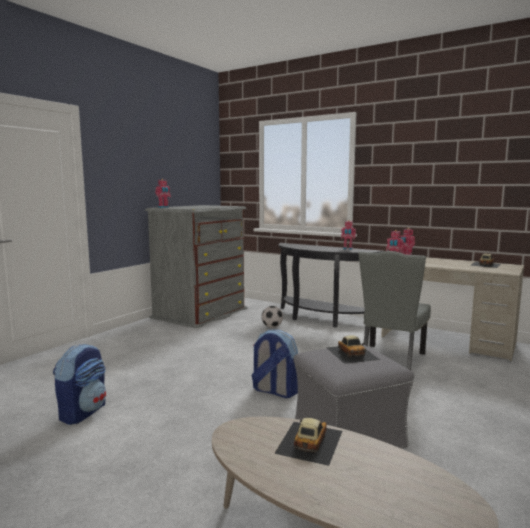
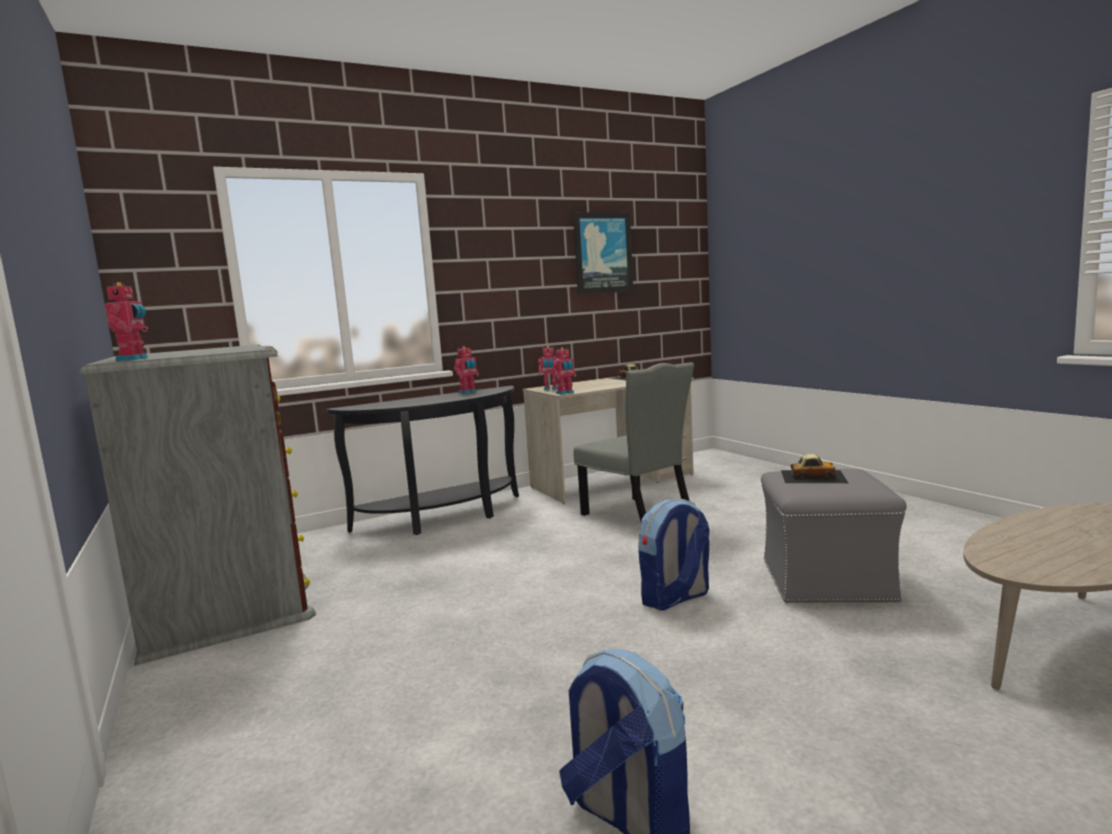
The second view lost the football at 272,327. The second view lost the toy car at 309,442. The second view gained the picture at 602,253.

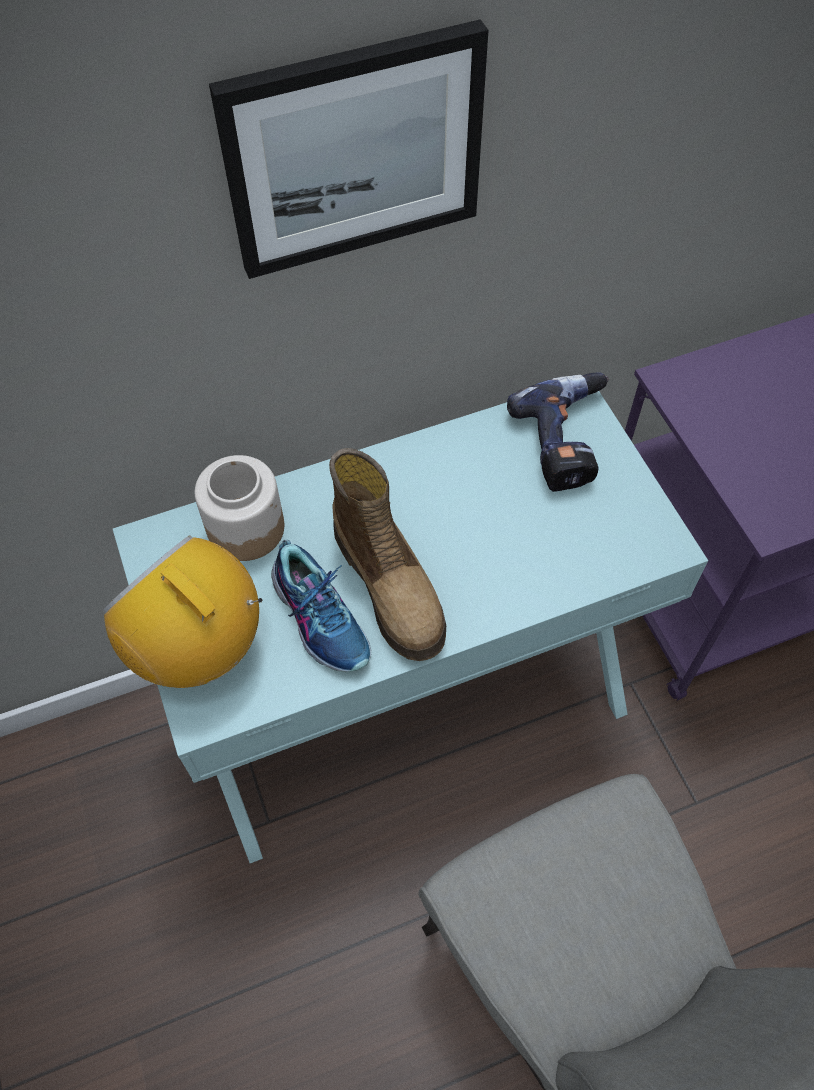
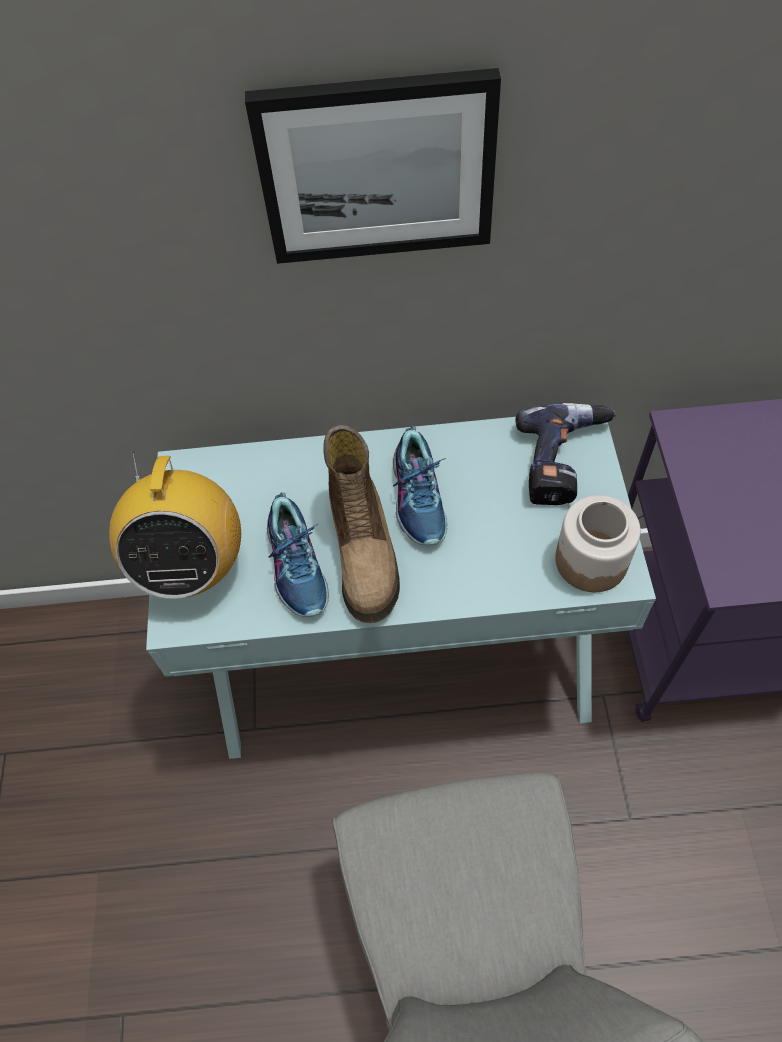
The radio at 199,647 ended up facing another way, 150 degrees counterclockwise from before. The jar ended up elsewhere, having gone from 246,527 to 591,560. The second view gained the shoe at 420,498.

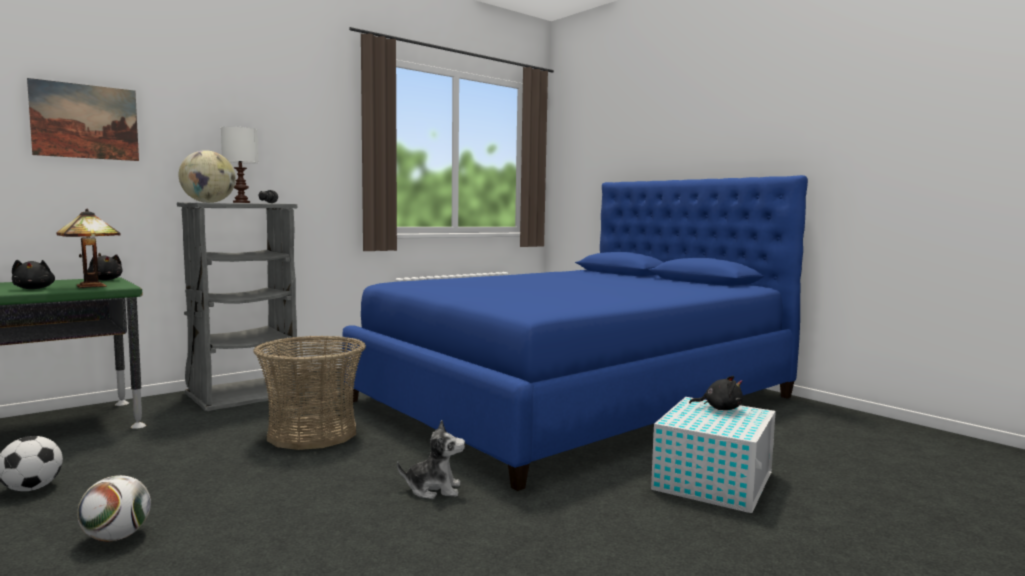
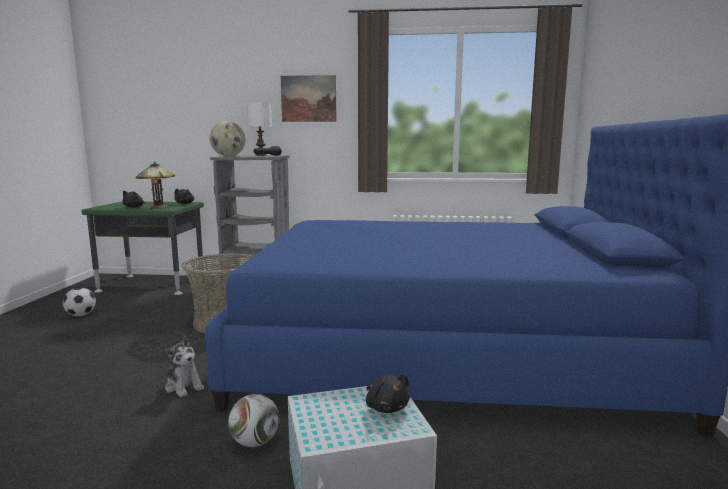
The picture ended up elsewhere, having gone from 85,121 to 308,98. The football ended up elsewhere, having gone from 116,537 to 255,442.

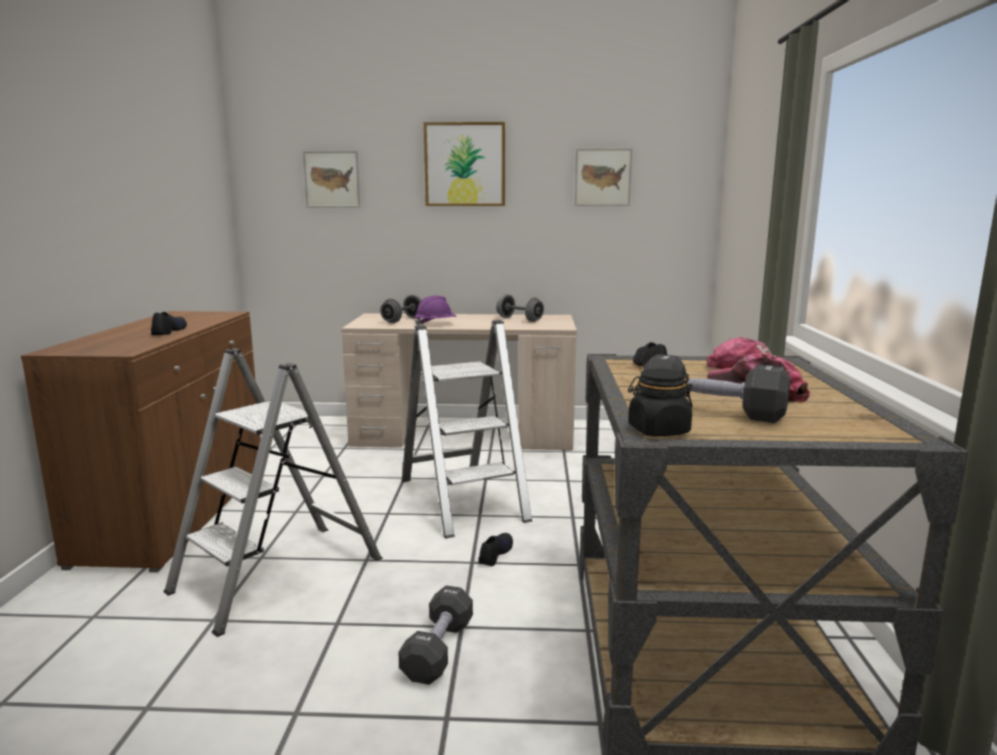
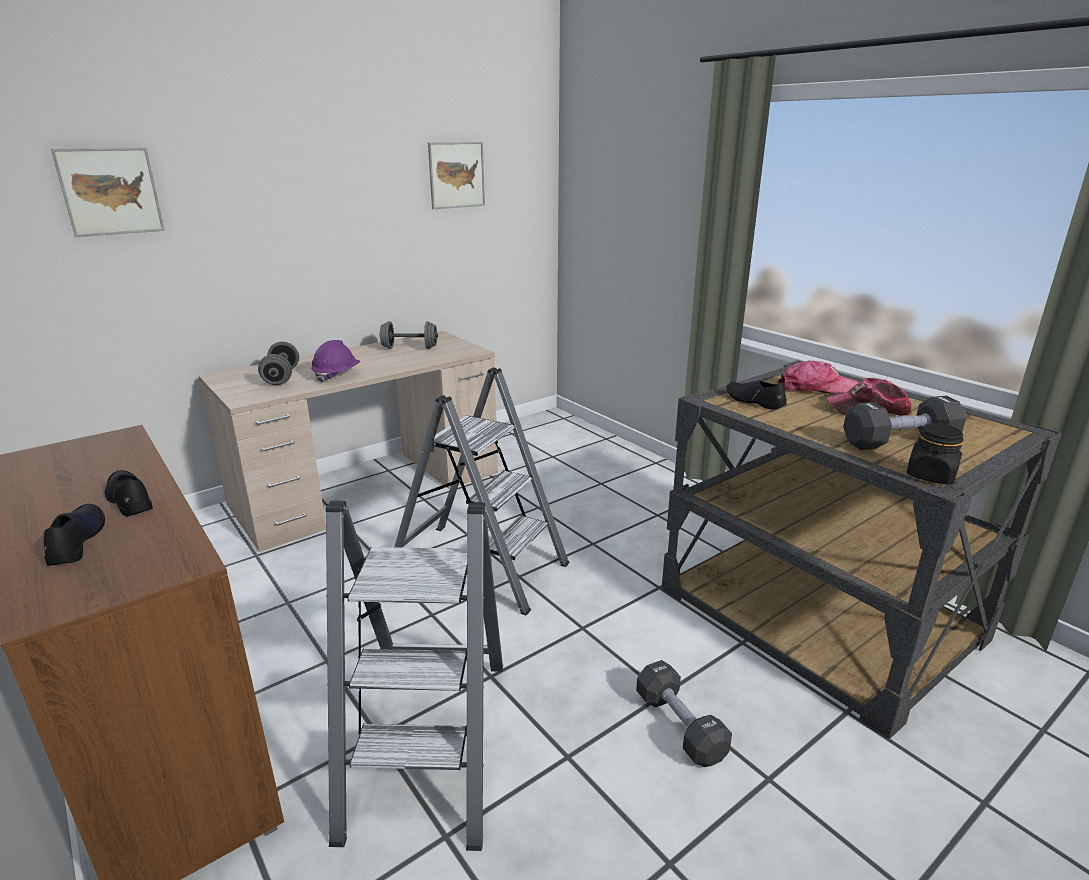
The second view lost the picture at 465,164. The black shoe ended up elsewhere, having gone from 495,553 to 76,541.

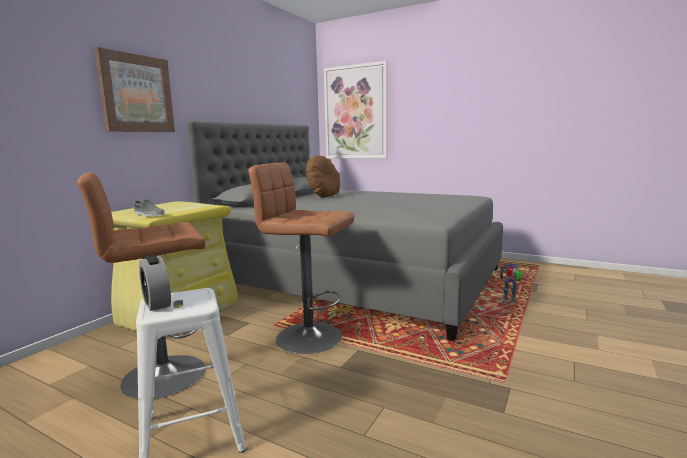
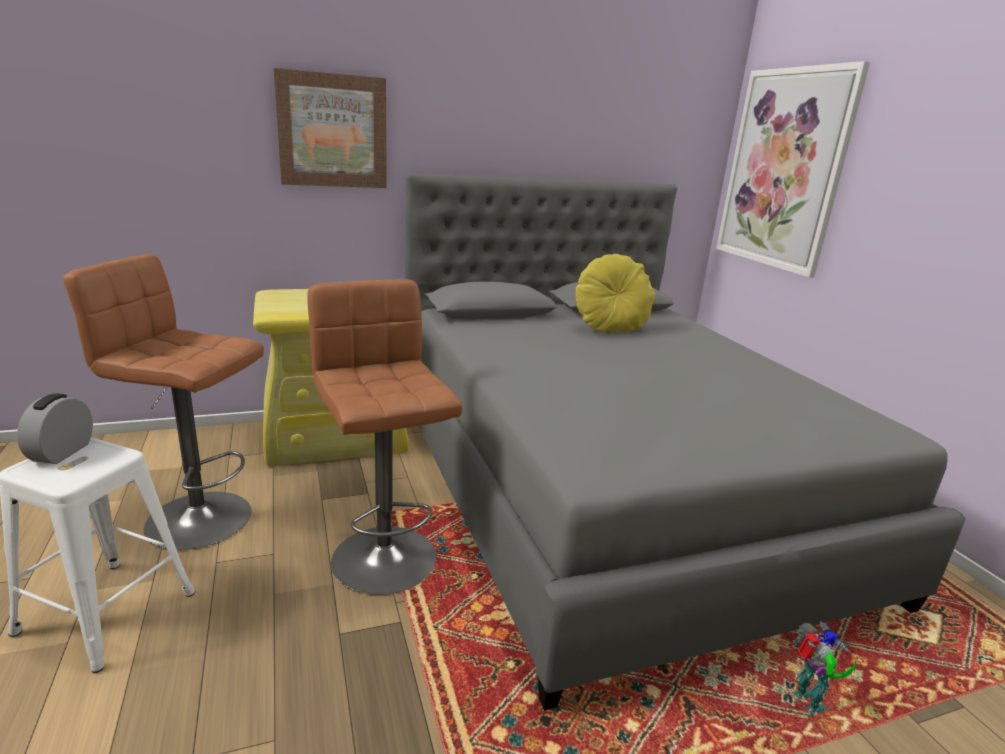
The second view lost the grey shoe at 149,214. What was the brown pillow at 323,196 turned into the yellow pillow at 610,329.

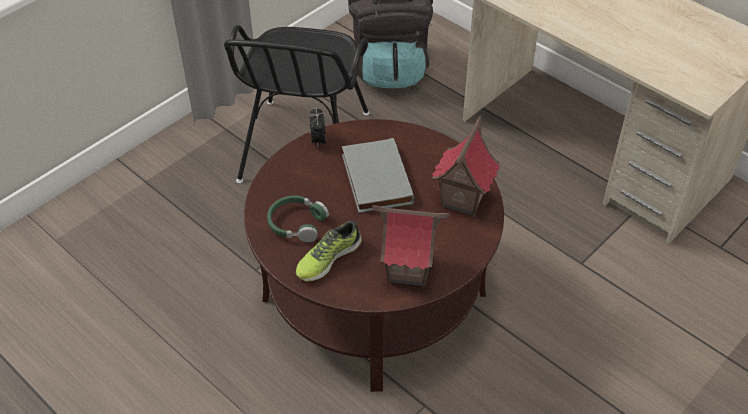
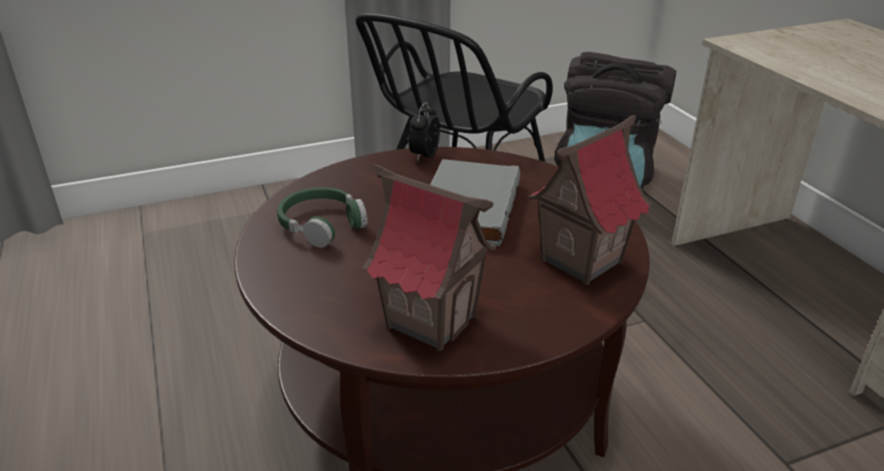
The second view lost the shoe at 327,258.

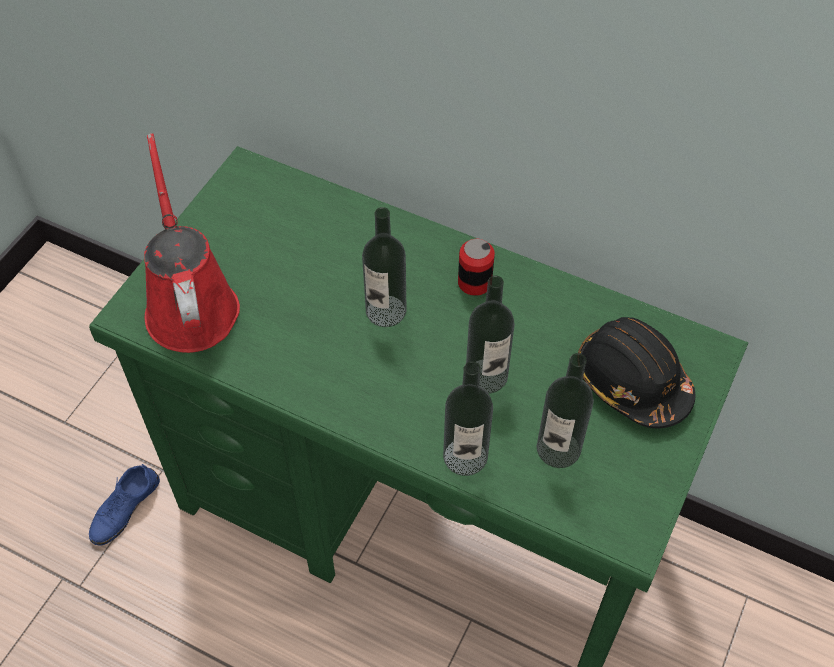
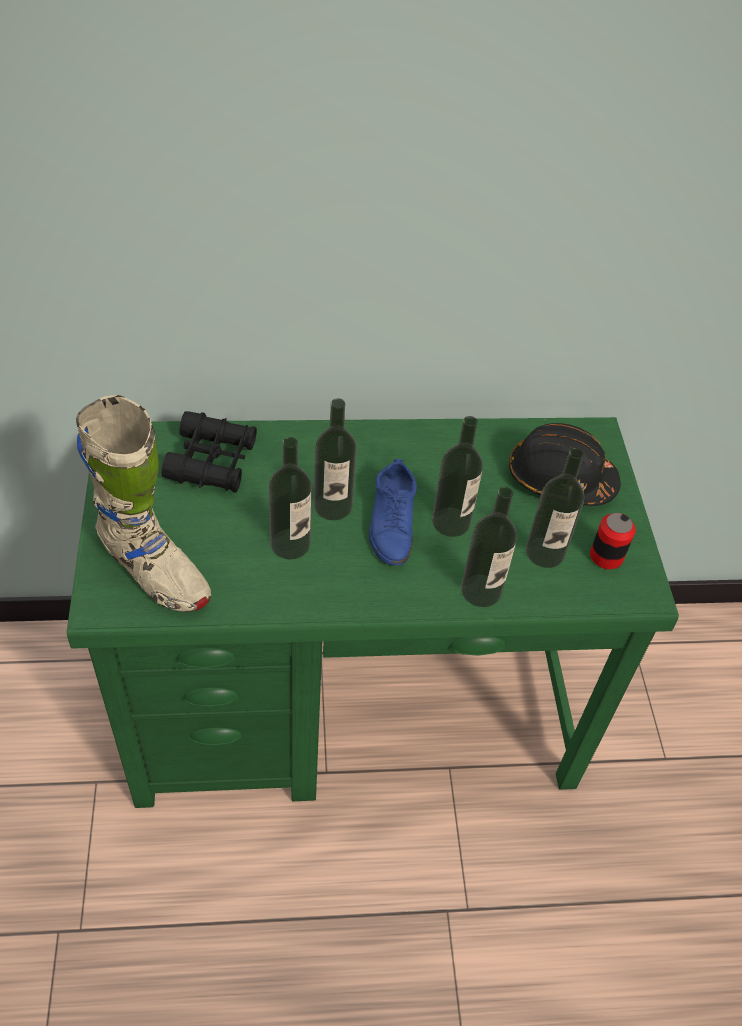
The blue shoe ended up elsewhere, having gone from 124,508 to 392,522. Where the red watering can stood at 190,304, the beige boot came to stand at 154,572. The can ended up elsewhere, having gone from 474,283 to 606,556. The second view gained the black binoculars at 212,461. The second view gained the bottle at 290,544.

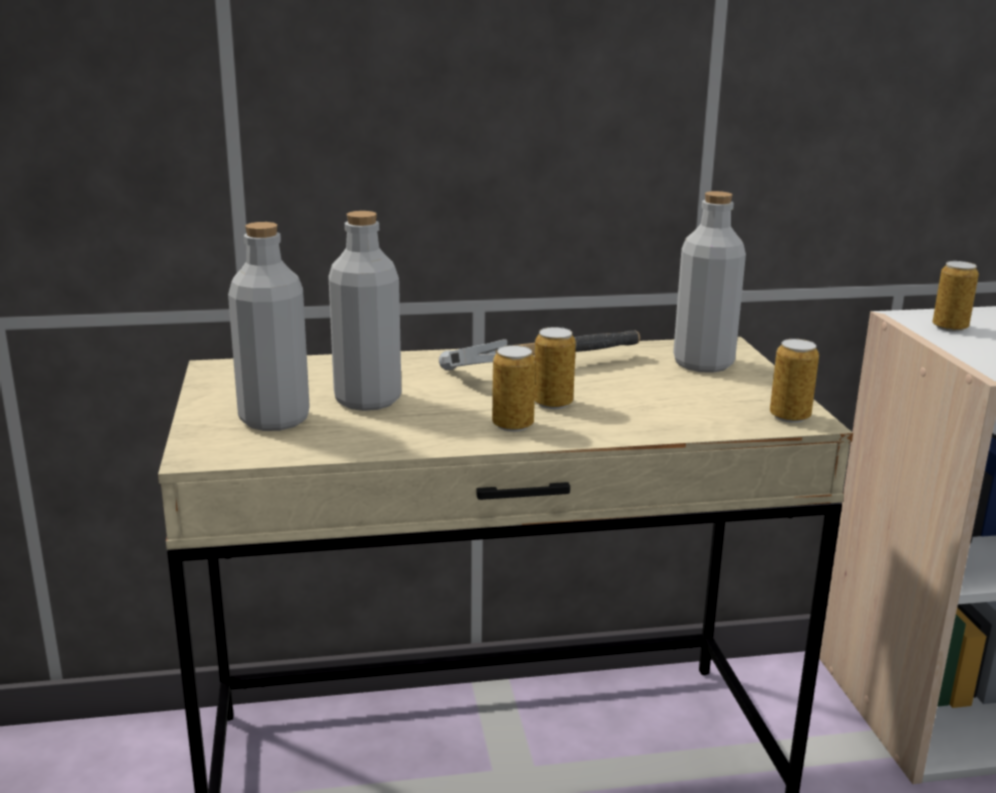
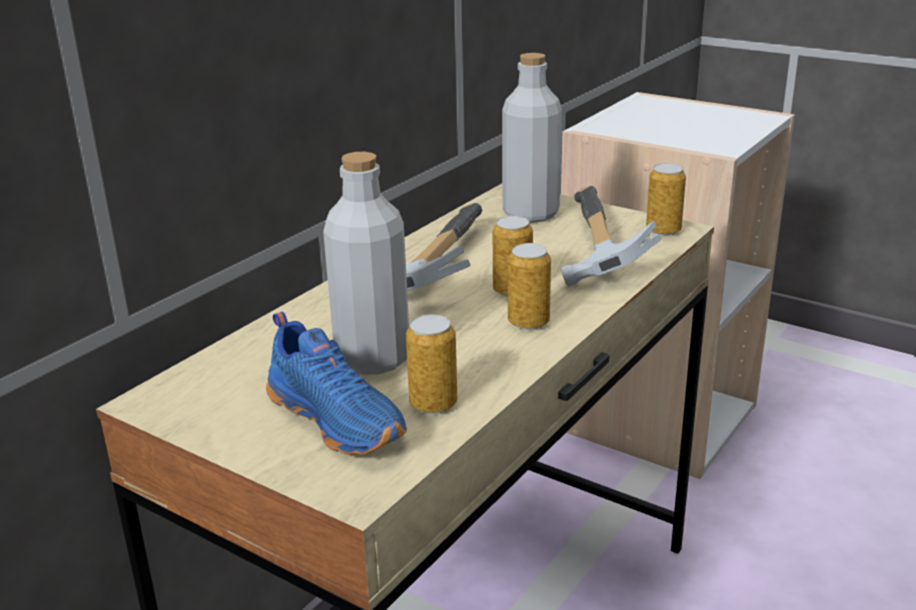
Where the grey bottle stood at 274,419, the blue shoe came to stand at 339,418. The can ended up elsewhere, having gone from 950,327 to 433,404. The second view gained the hammer at 590,249.

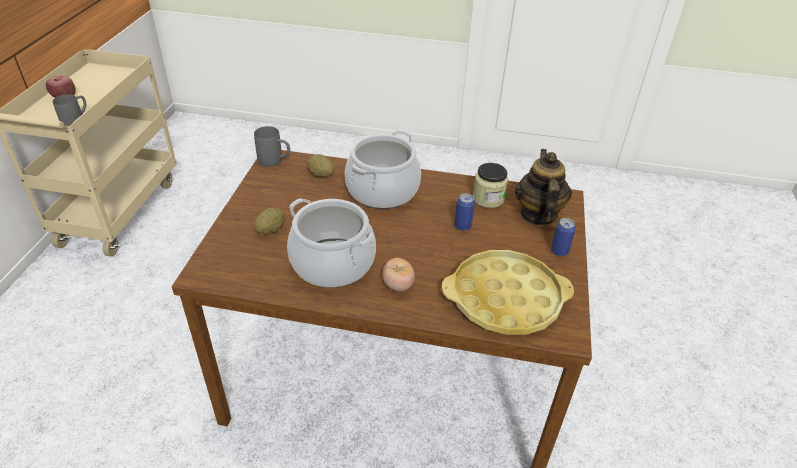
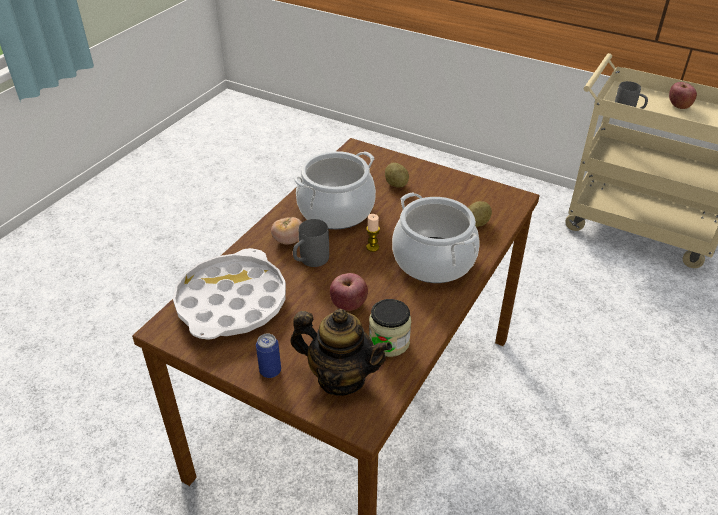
The grey mug ended up elsewhere, having gone from 275,161 to 310,261. What was the yellow tray at 505,299 turned into the white tray at 231,302. Where the can stood at 462,226, the apple came to stand at 349,305. The second view gained the candle at 372,247.

